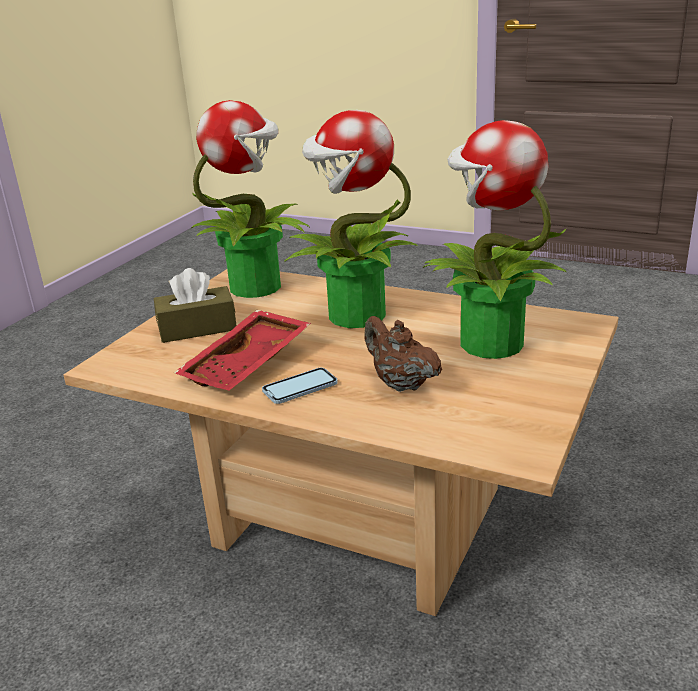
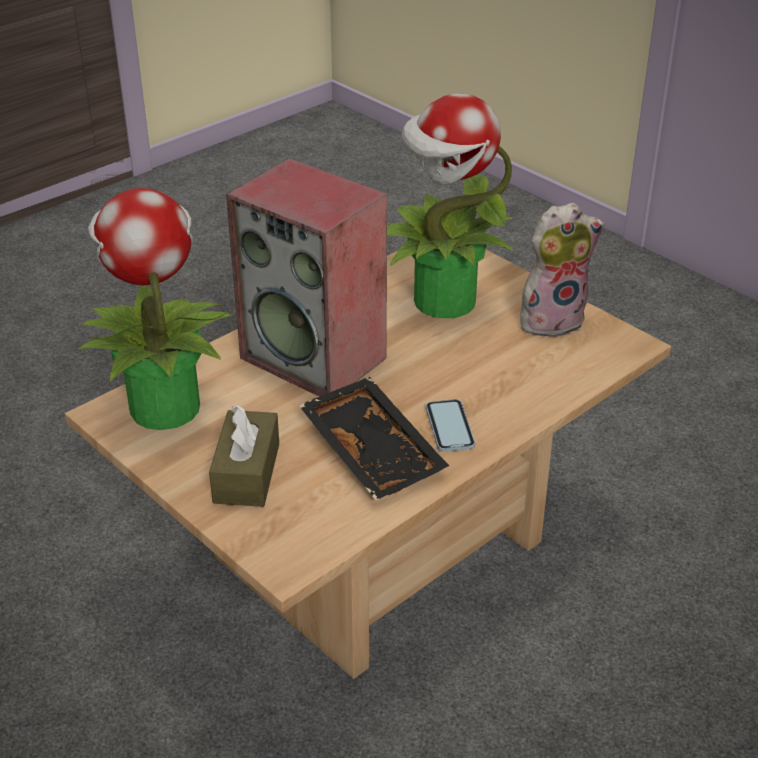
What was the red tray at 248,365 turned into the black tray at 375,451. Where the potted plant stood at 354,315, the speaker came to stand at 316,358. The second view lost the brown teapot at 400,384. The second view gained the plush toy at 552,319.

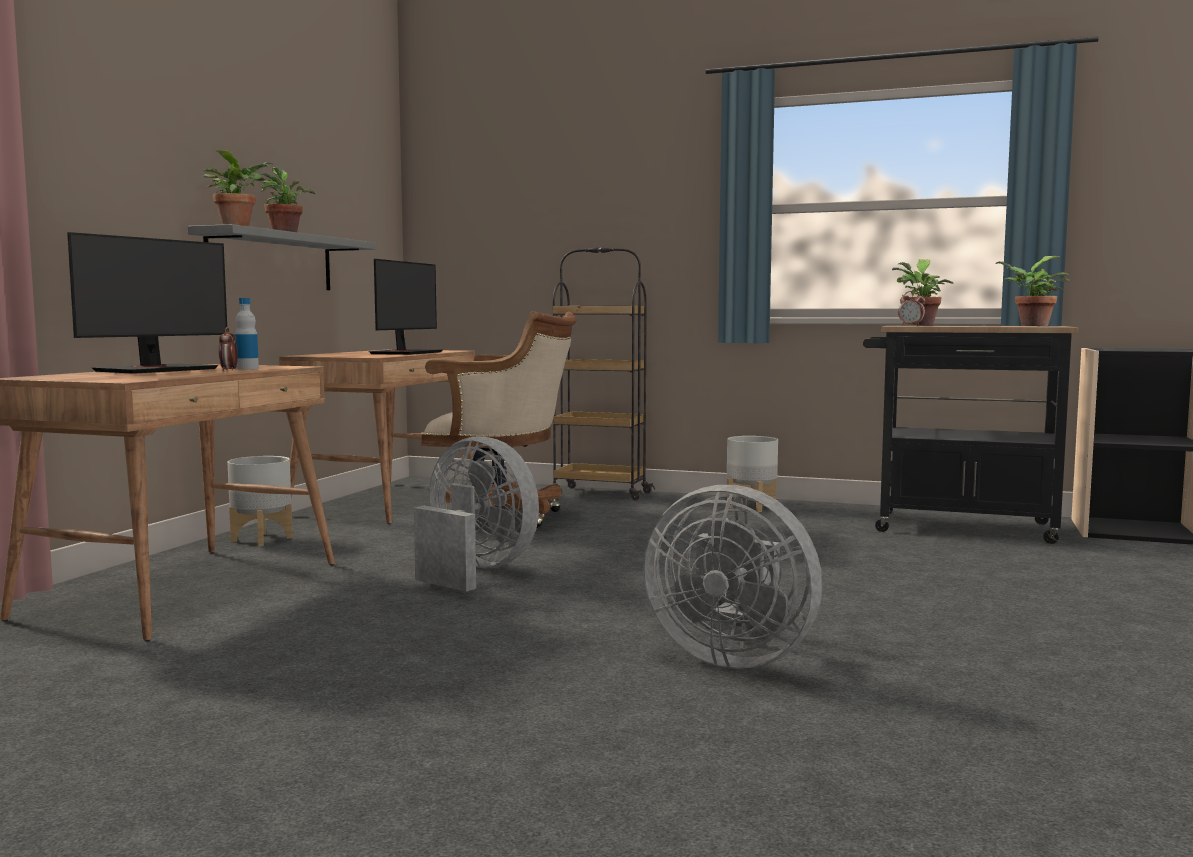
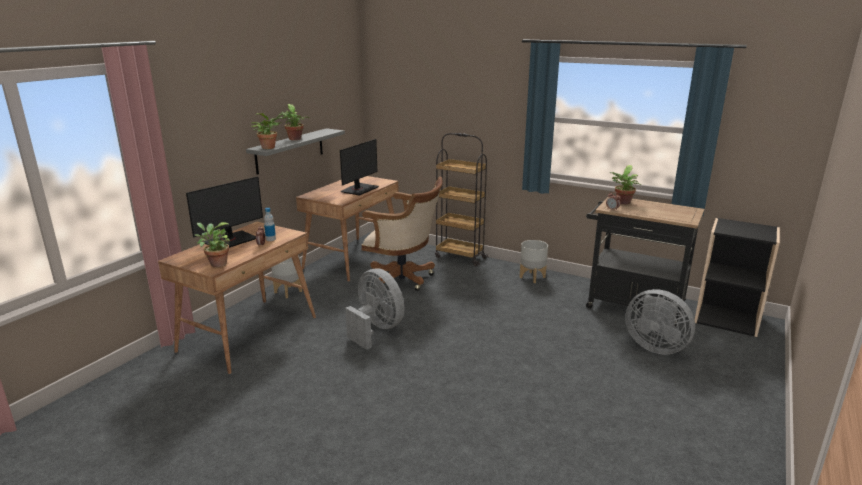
The grey fan ended up elsewhere, having gone from 731,657 to 655,346. The potted plant ended up elsewhere, having gone from 1030,326 to 216,264.

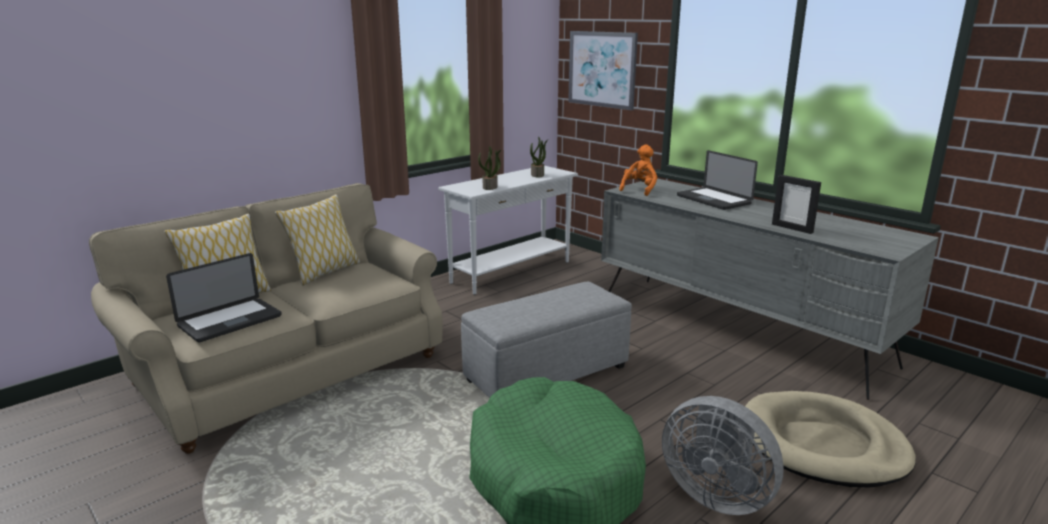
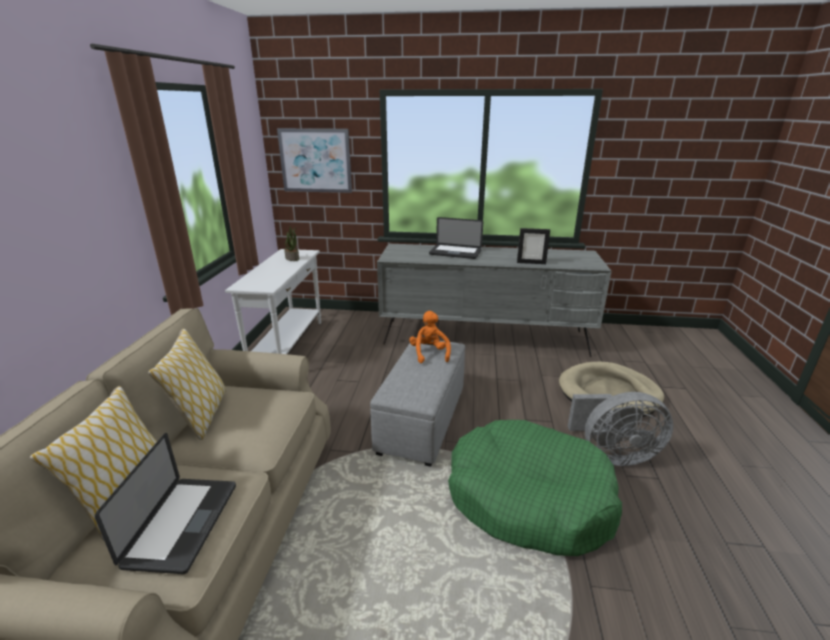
The second view lost the potted plant at 490,187. The orange plush toy ended up elsewhere, having gone from 639,189 to 429,353.

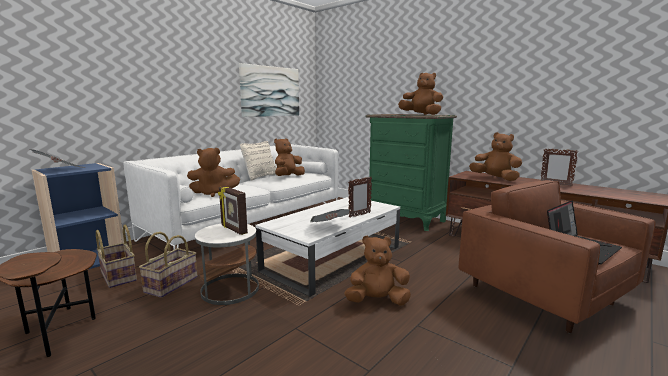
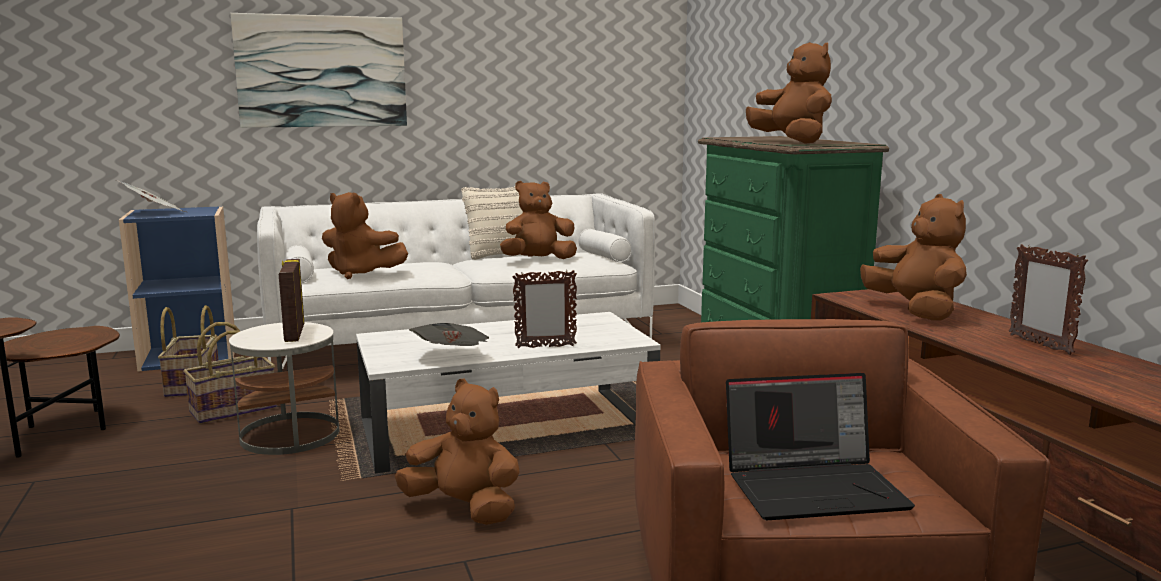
The picture ended up elsewhere, having gone from 270,91 to 322,71.

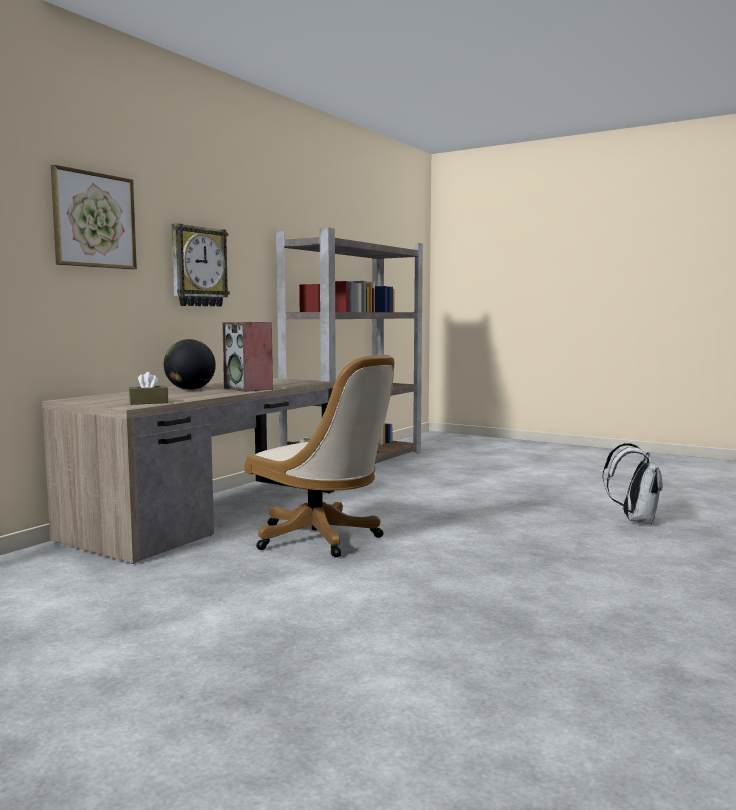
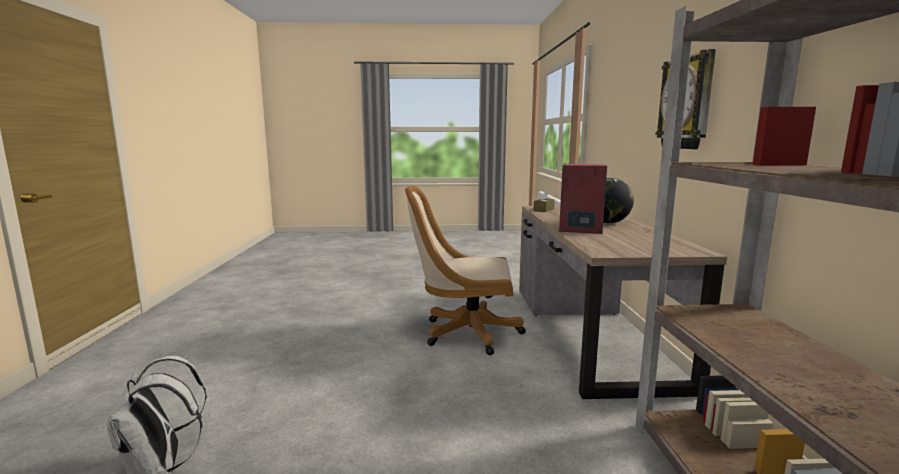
The second view lost the picture at 94,220.

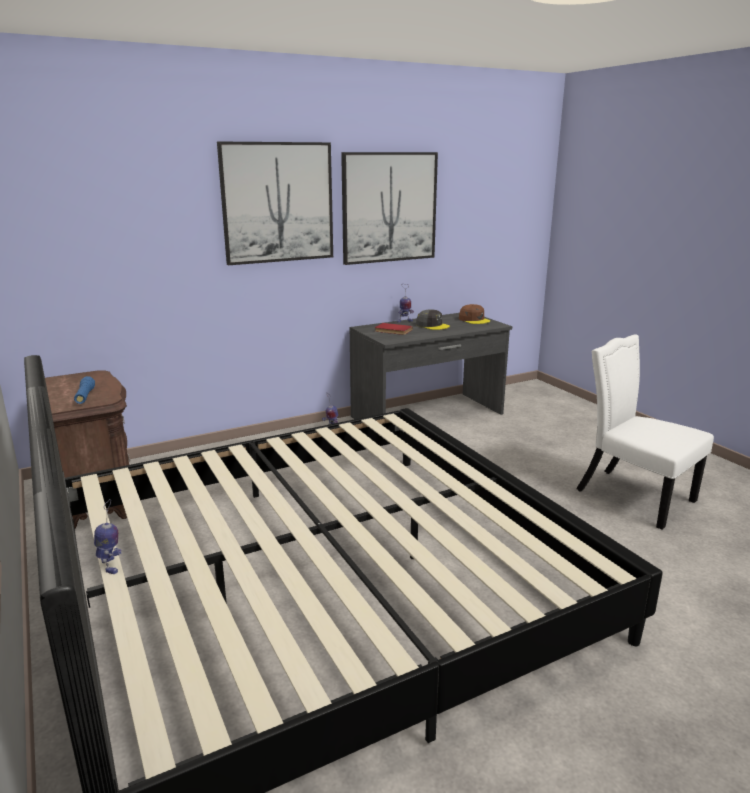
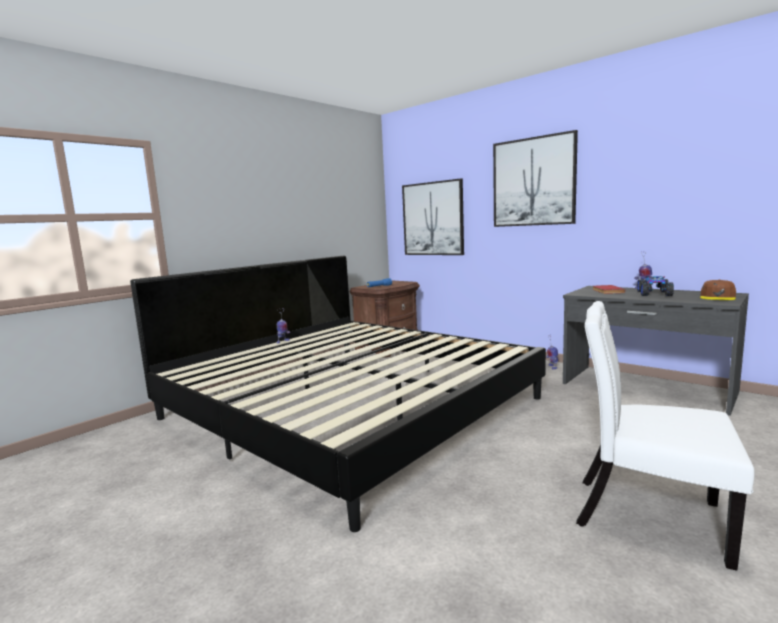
The picture ended up elsewhere, having gone from 389,207 to 433,219. Where the grey cap stood at 432,325, the toy car came to stand at 654,293. The white chair at 636,497 ended up facing another way, 90 degrees counterclockwise from before.

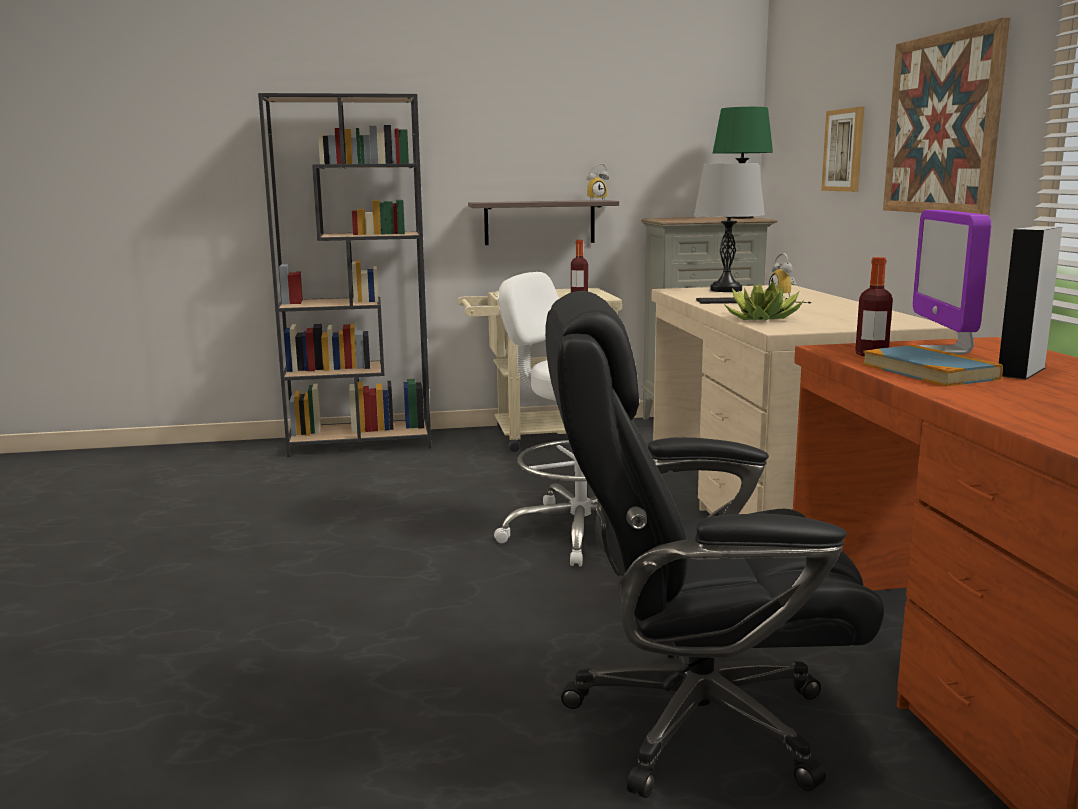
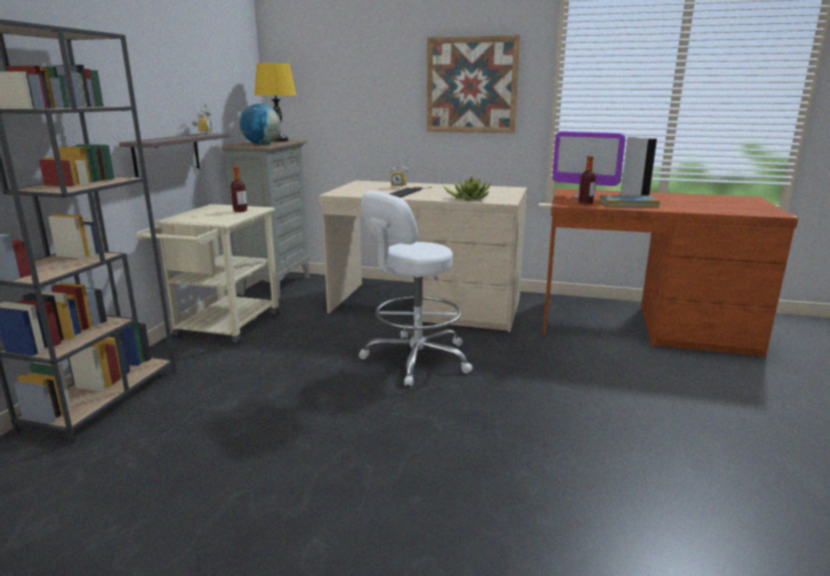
The second view lost the black office chair at 697,721. The second view lost the grey table lamp at 726,290. What was the green table lamp at 739,218 turned into the yellow table lamp at 279,140. The second view lost the picture at 844,150. The second view gained the globe at 262,144.

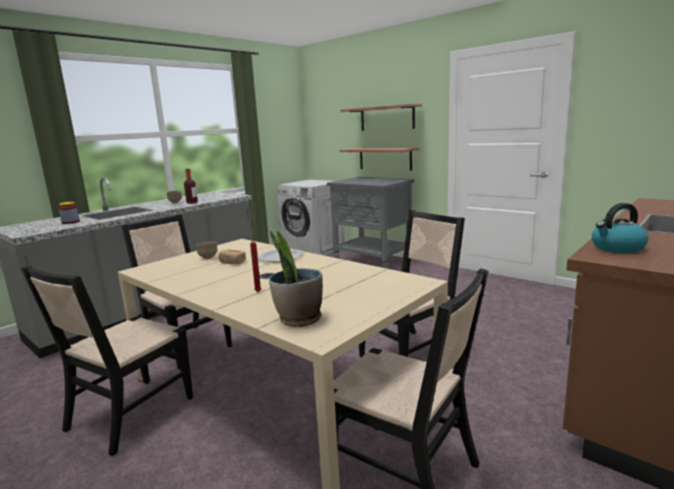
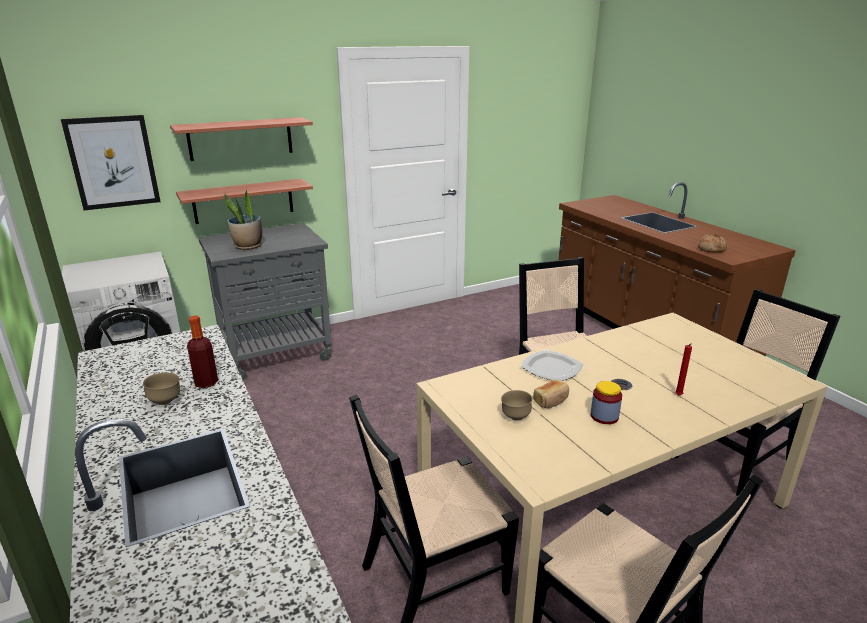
The jar ended up elsewhere, having gone from 70,222 to 604,416. The potted plant ended up elsewhere, having gone from 299,319 to 248,246. Where the kettle stood at 617,248, the bread came to stand at 711,249. The second view gained the picture at 113,162.

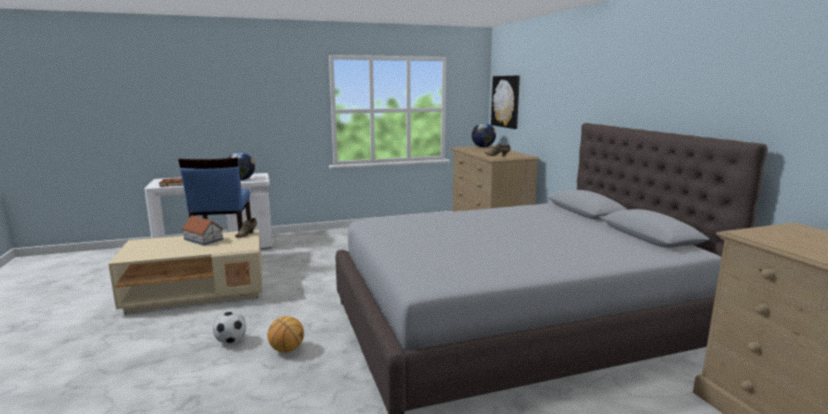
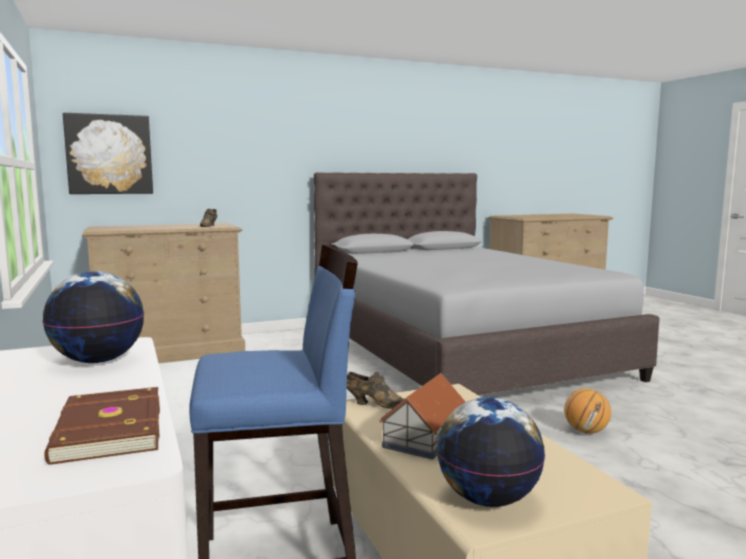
The second view lost the football at 231,341. The globe ended up elsewhere, having gone from 483,147 to 488,499.

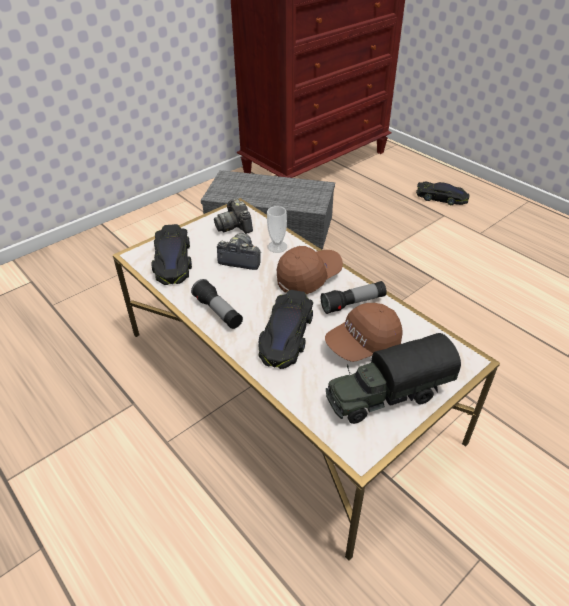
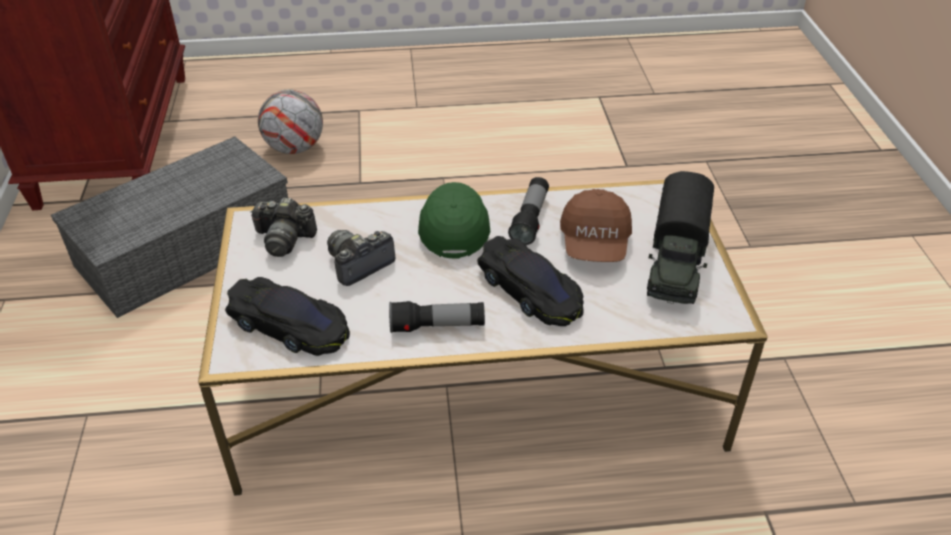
The second view lost the cup at 277,246. What was the brown cap at 308,277 turned into the green cap at 454,228. The second view lost the black toy car at 441,198. The second view gained the football at 294,148.

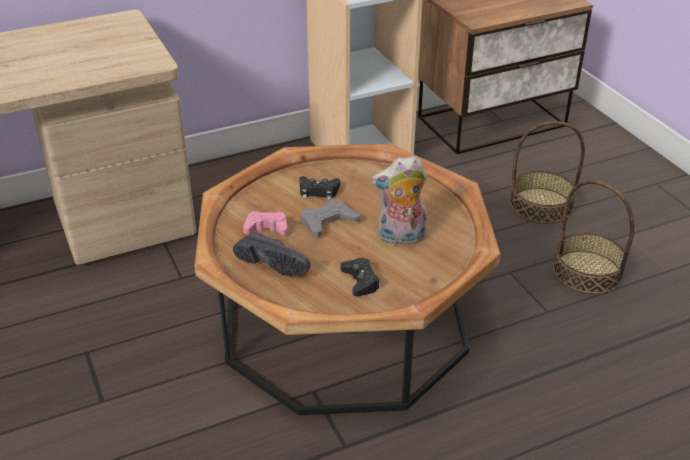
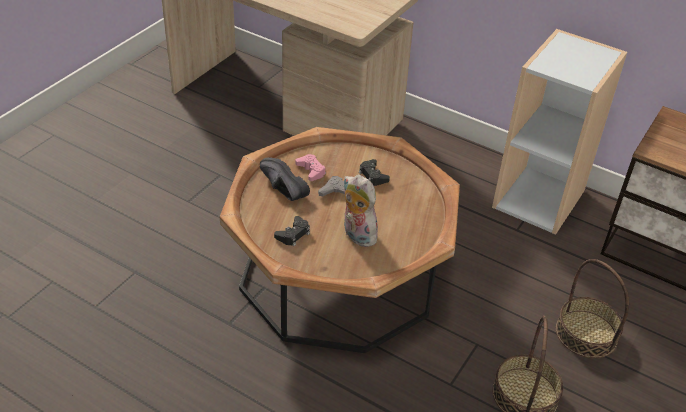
The black shoe at 275,262 ended up facing another way, 135 degrees clockwise from before.

